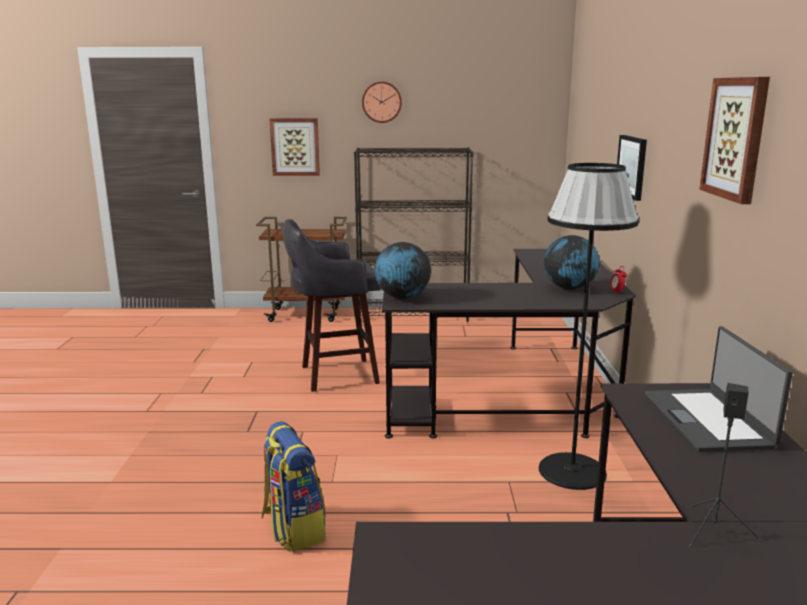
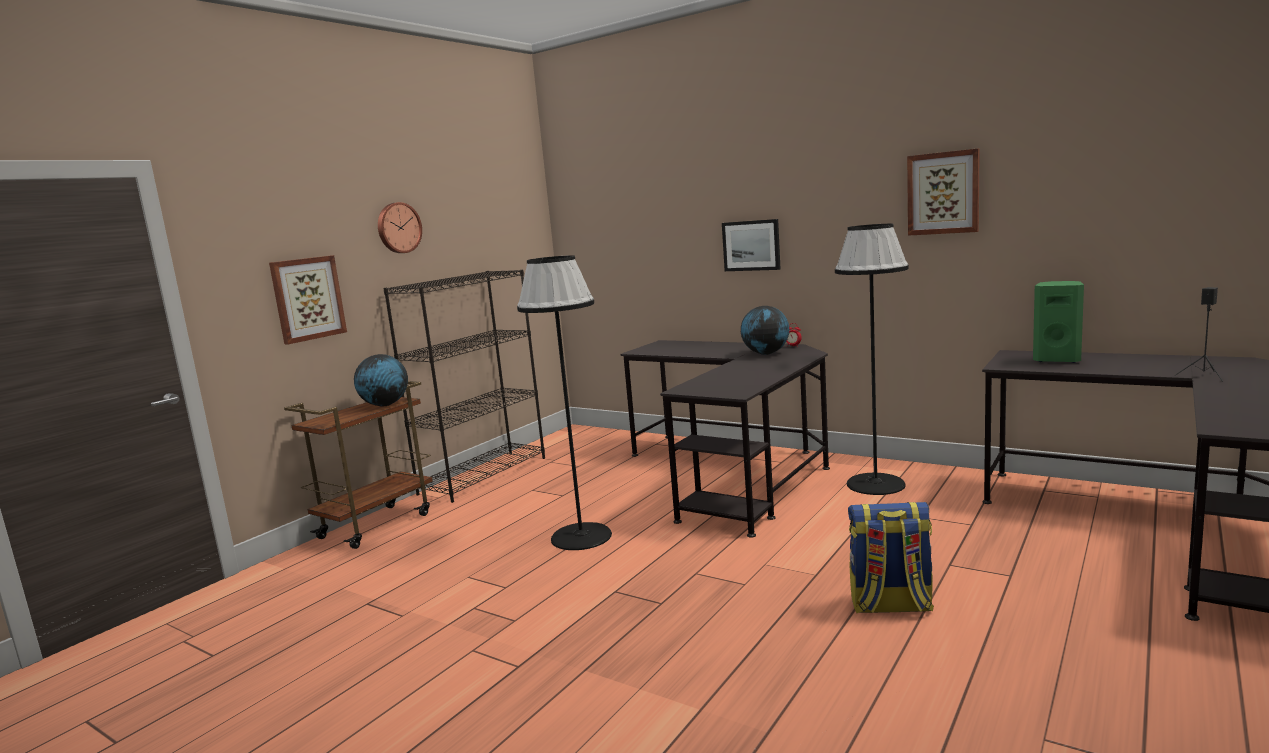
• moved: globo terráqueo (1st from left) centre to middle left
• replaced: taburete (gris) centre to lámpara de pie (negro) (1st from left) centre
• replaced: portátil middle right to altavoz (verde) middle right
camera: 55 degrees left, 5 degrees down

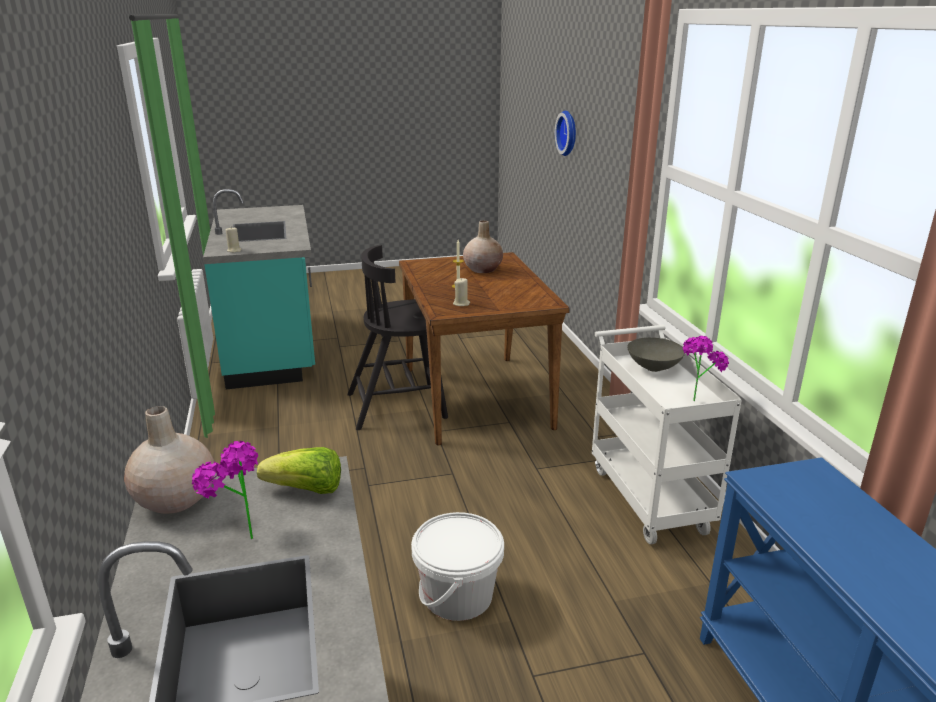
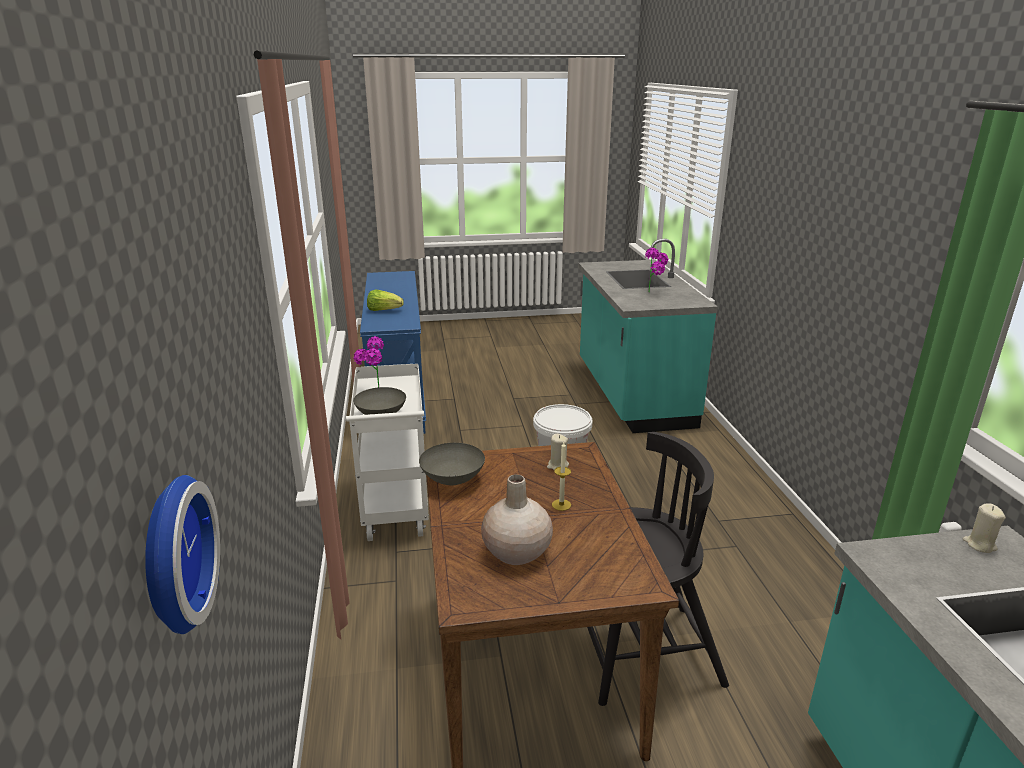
• removed: florero (beis) (1st from left) middle left
• added: cuenco (gris) (2nd from left) centre
• moved: lechuga bottom left to centre
camera: 175 degrees left, 0 degrees up

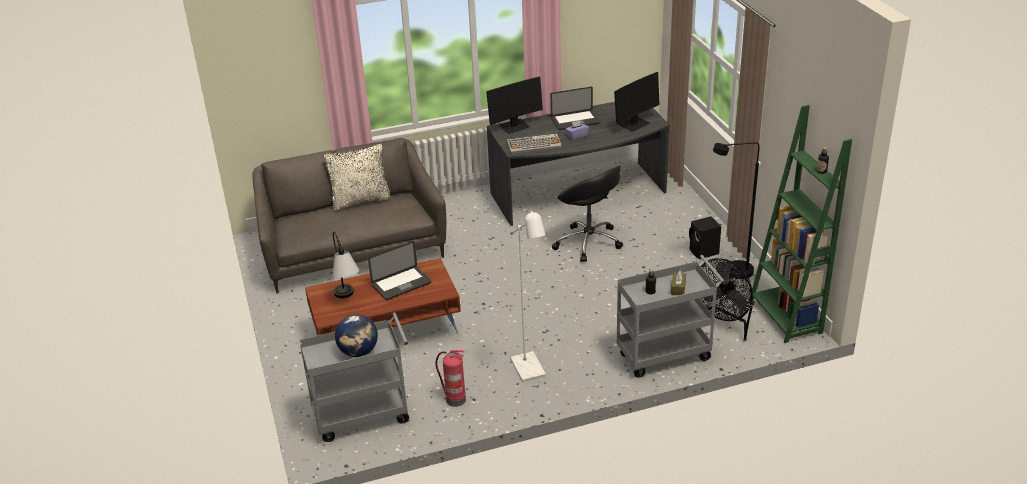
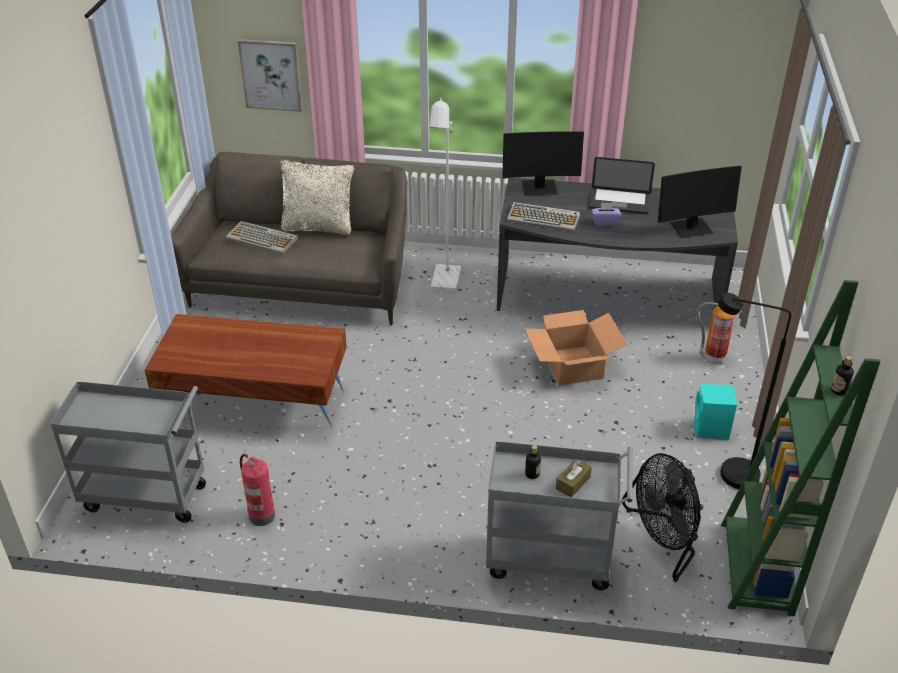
• removed: lámpara de mesa centre
• removed: globo terráqueo bottom centre
• removed: portátil (1st from left) centre
• added: teclado (1st from left) middle left
• added: cuadro top left
• added: extintor (2nd from left) middle right
• moved: lámpara de pie (blanco) centre to top centre
• replaced: silla de oficina (negro) centre to caja de cartón centre
• recoloured: altavoz (negro) middle right to altavoz (turquesa) middle right
camera: 25 degrees right, 5 degrees up

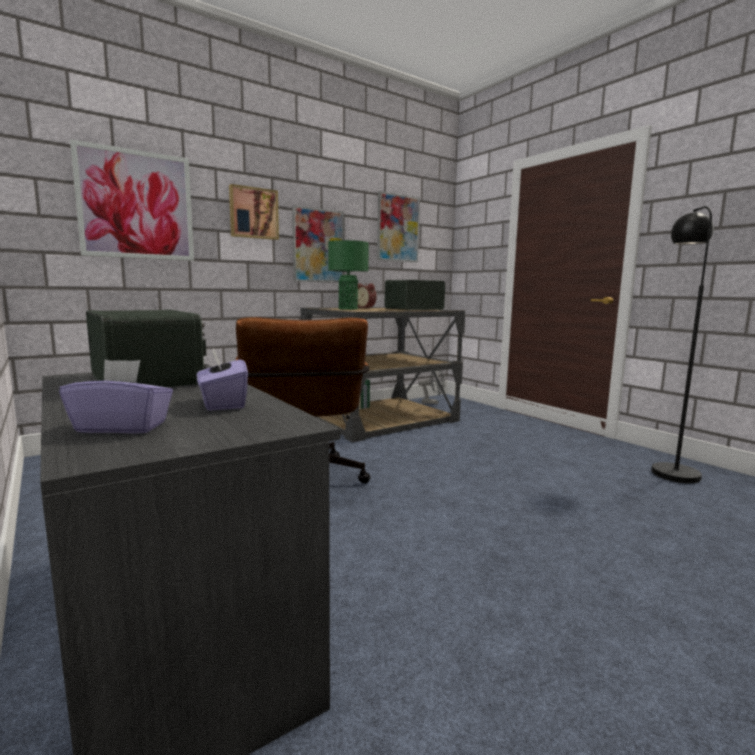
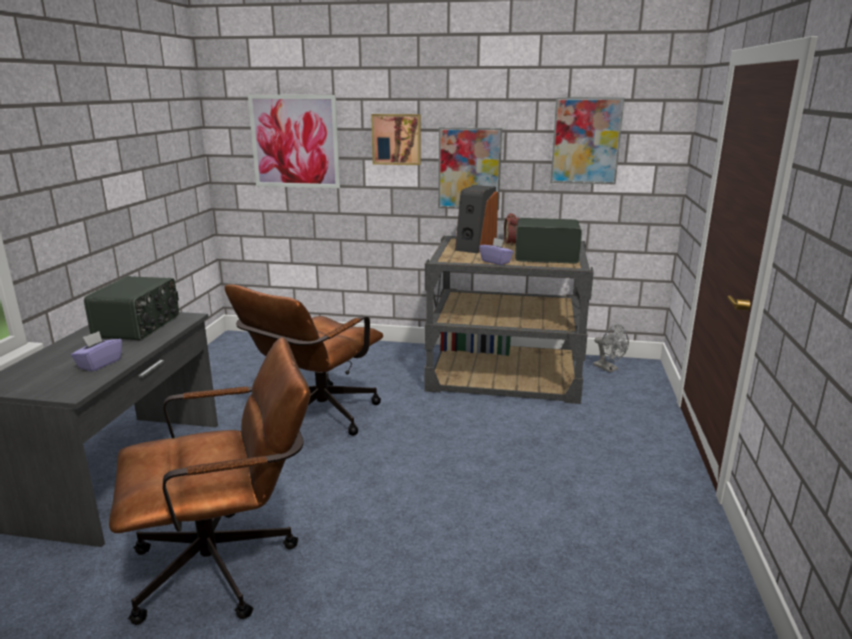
• removed: lámpara de pie (negro) middle right
• added: silla de oficina (marrón) (1st from left) bottom left
• moved: caja de pañuelos (morado) (1st from left in the first image) middle left to caja de pañuelos (morado) (2nd from left) centre
• replaced: lámpara de mesa (verde) centre to altavoz centre
camera: 45 degrees right, 10 degrees up

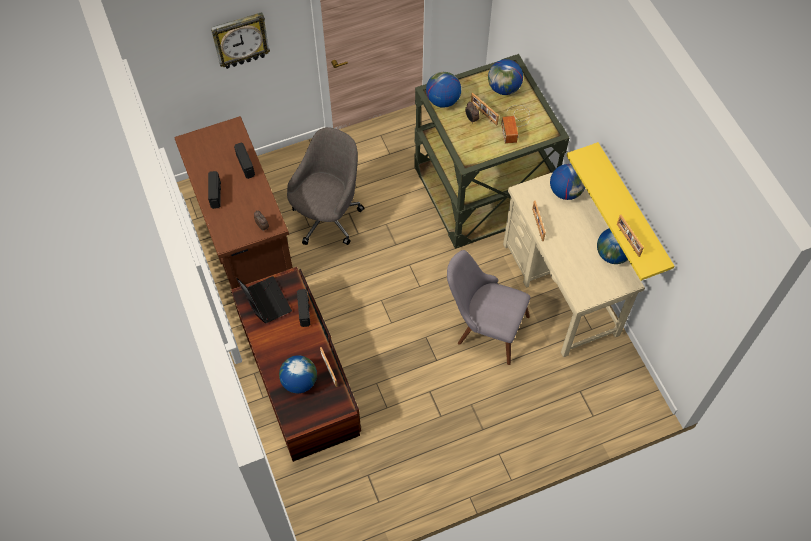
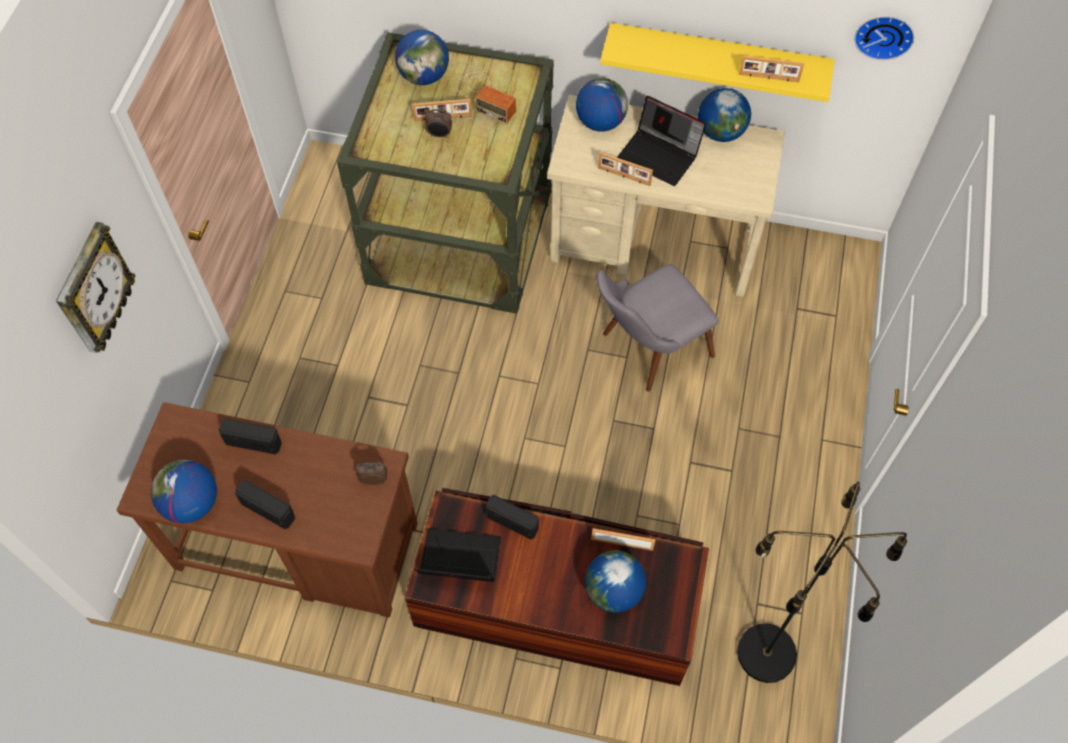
• removed: silla de oficina (gris) centre
• added: portátil (2nd from left) top centre
• added: lámpara de pie bottom right
• added: reloj de pared (2nd from left) top right
• moved: globo terráqueo (2nd from left in the first image) top centre to globo terráqueo (1st from left) middle left
camera: 55 degrees left, 0 degrees up

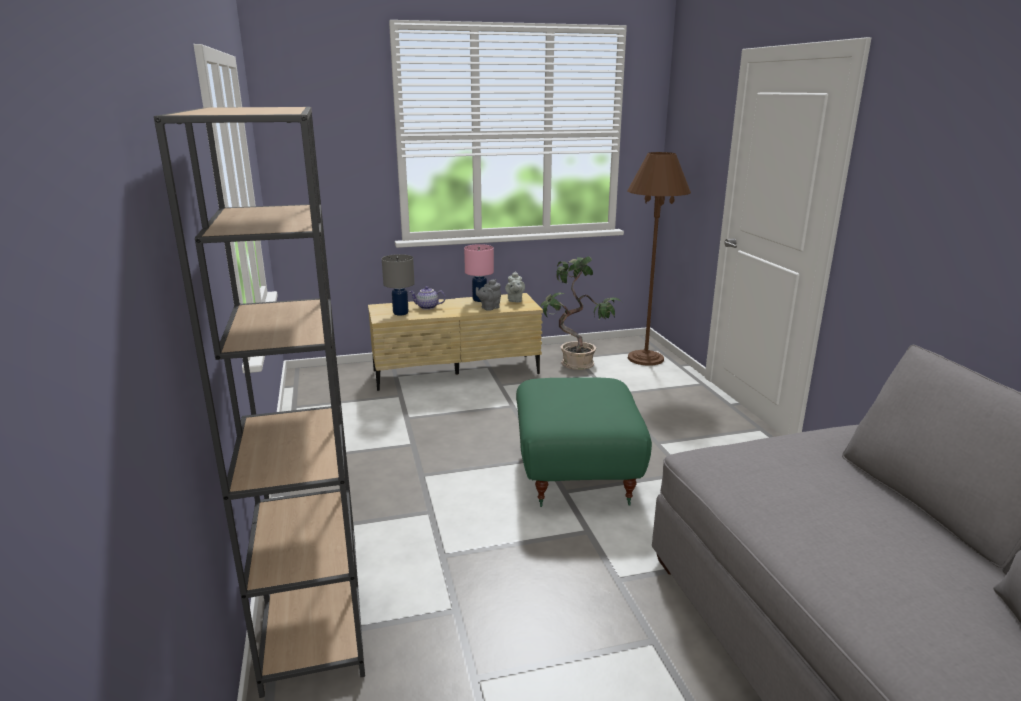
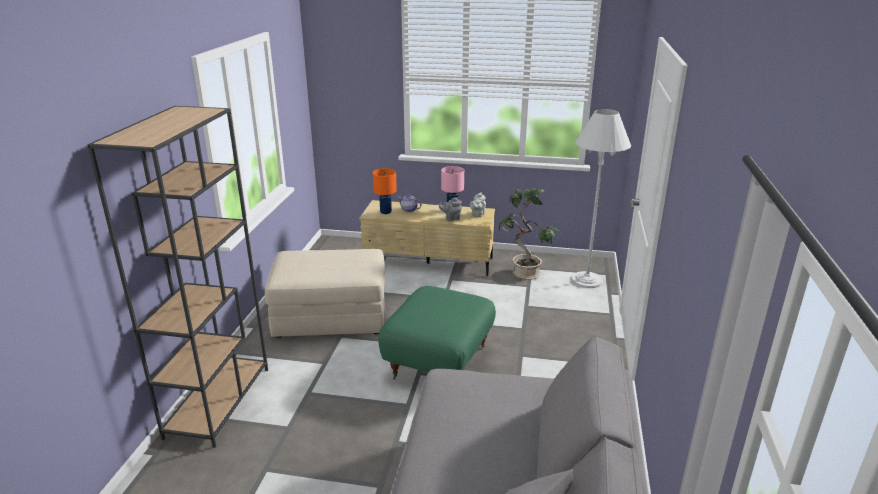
• added: puf (beis) centre
• recoloured: lámpara de mesa (gris) centre to lámpara de mesa (naranja) centre
• recoloured: lámpara de pie (marrón) centre to lámpara de pie (blanco) middle right
camera: 25 degrees right, 5 degrees up

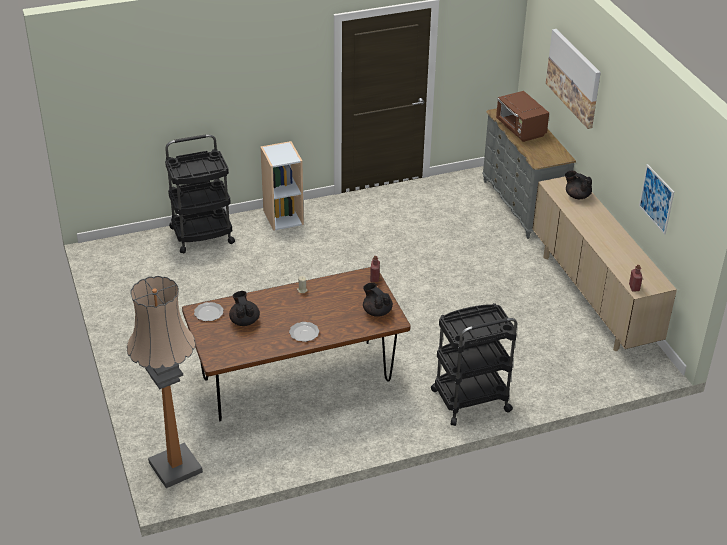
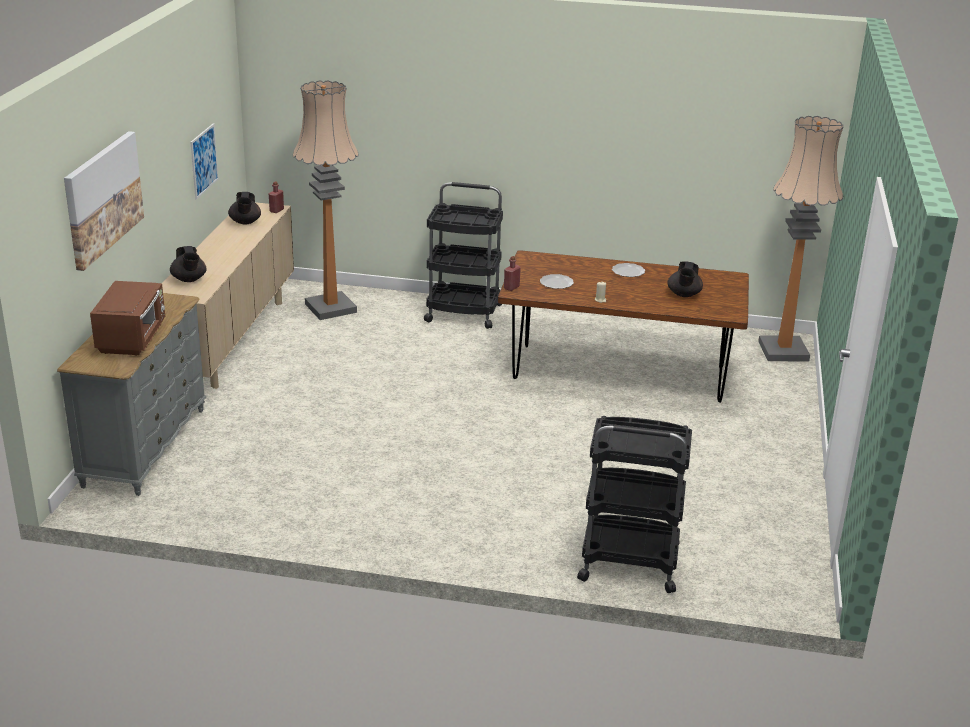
• removed: estantería centre
• added: lámpara de pie (1st from left) top centre
• moved: plato (1st from left) middle left to centre
• moved: tetera (negro) (2nd from left) centre to top left
camera: 150 degrees left, 10 degrees down

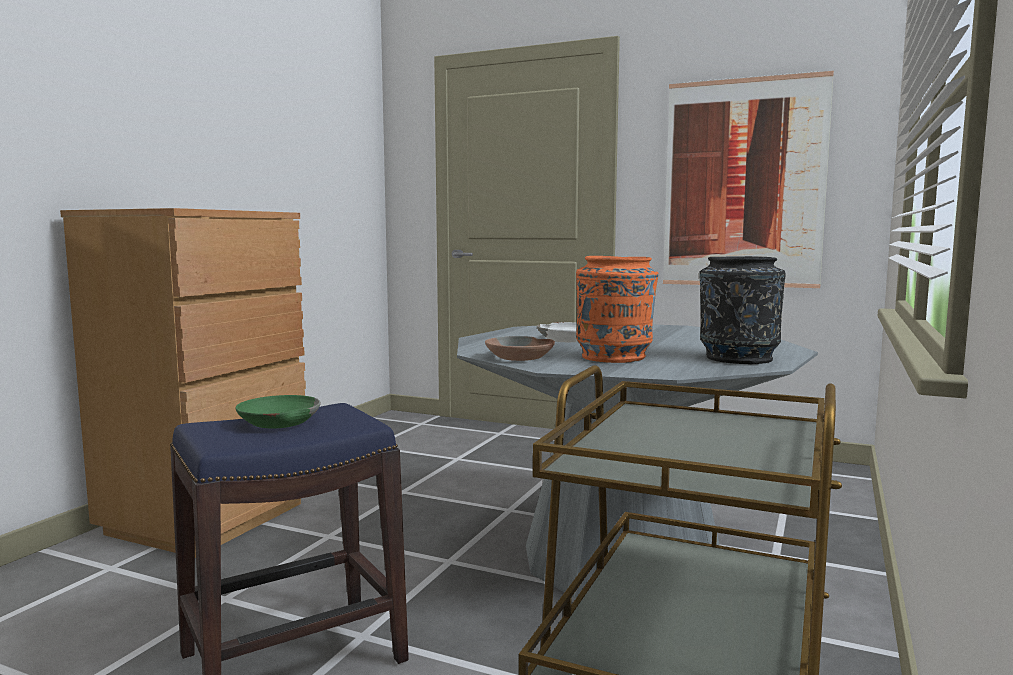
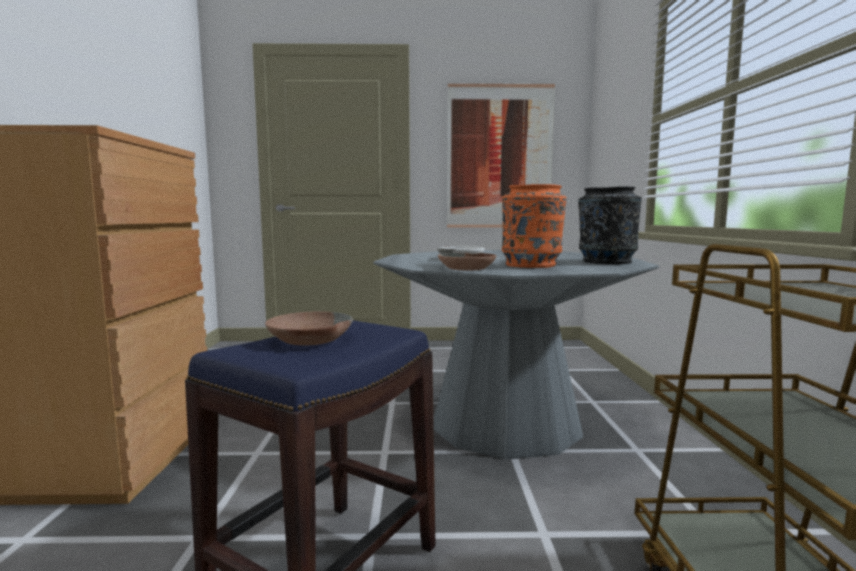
• recoloured: cuenco (verde) middle left to cuenco (marrón) (1st from left) centre
camera: 25 degrees left, 0 degrees up

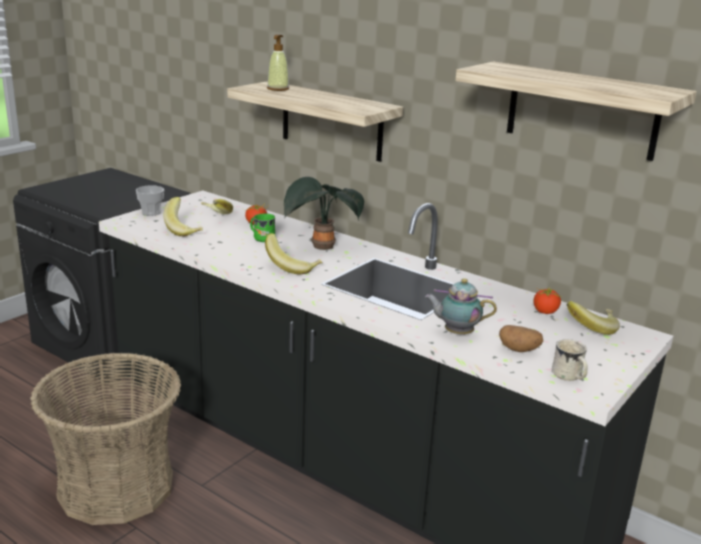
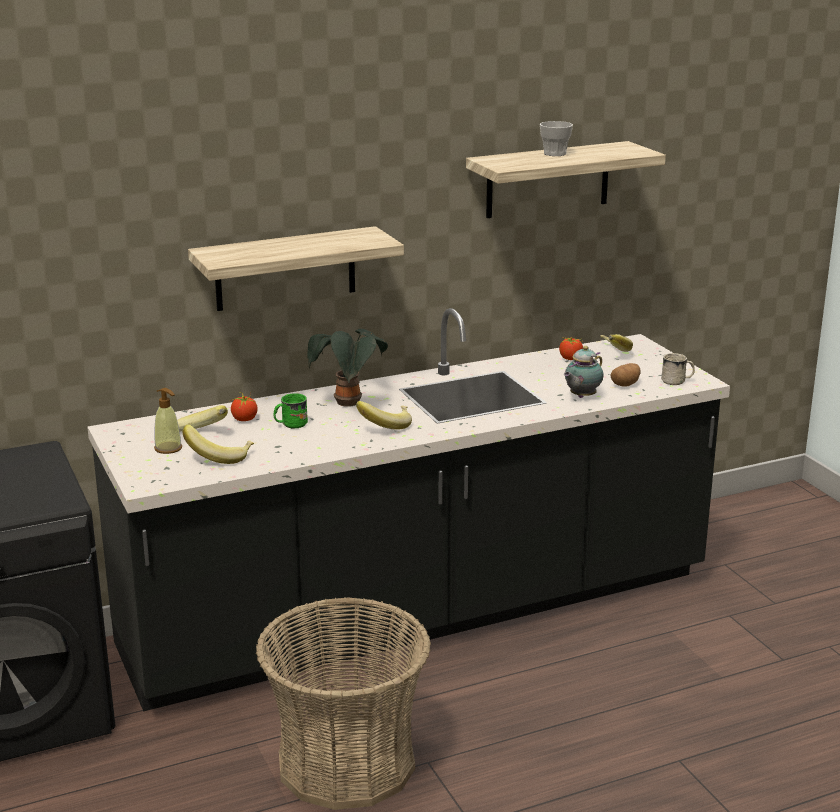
• moved: taza middle left to top centre
• moved: dispensador de jabón top centre to middle left
camera: 60 degrees left, 0 degrees up

